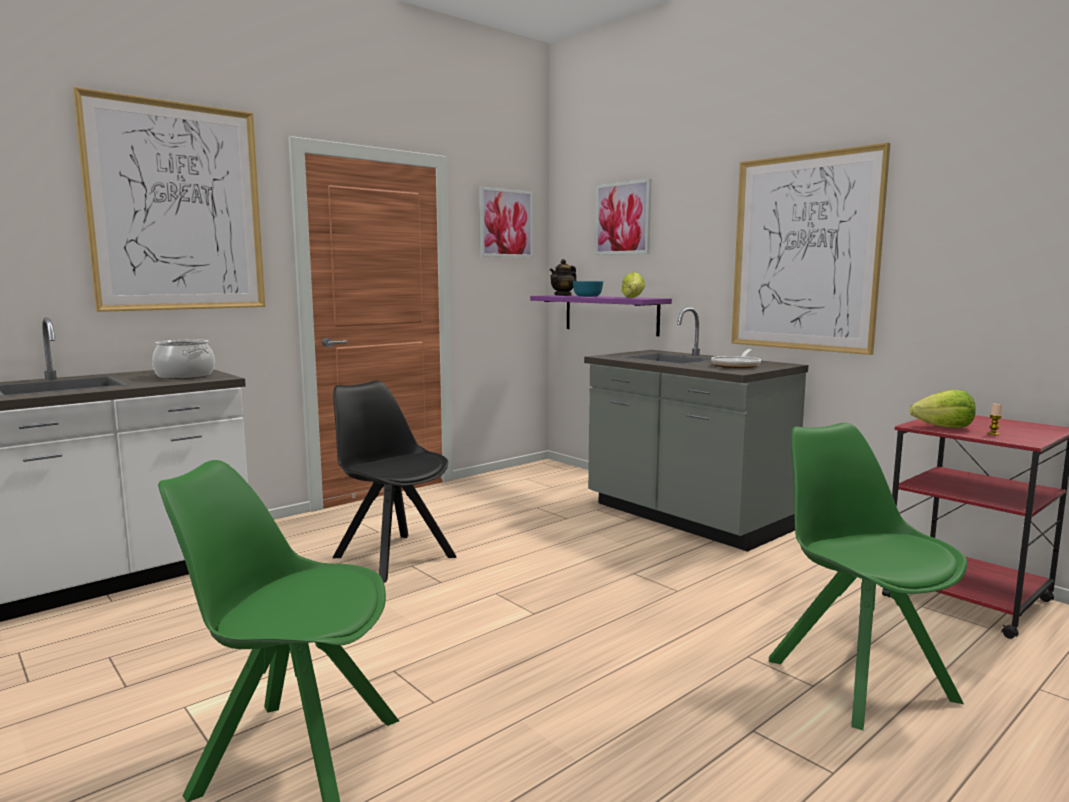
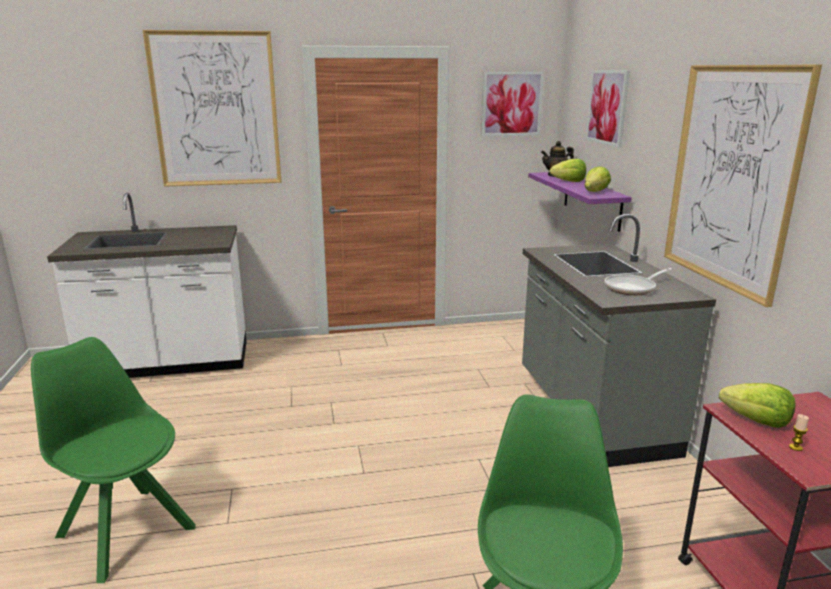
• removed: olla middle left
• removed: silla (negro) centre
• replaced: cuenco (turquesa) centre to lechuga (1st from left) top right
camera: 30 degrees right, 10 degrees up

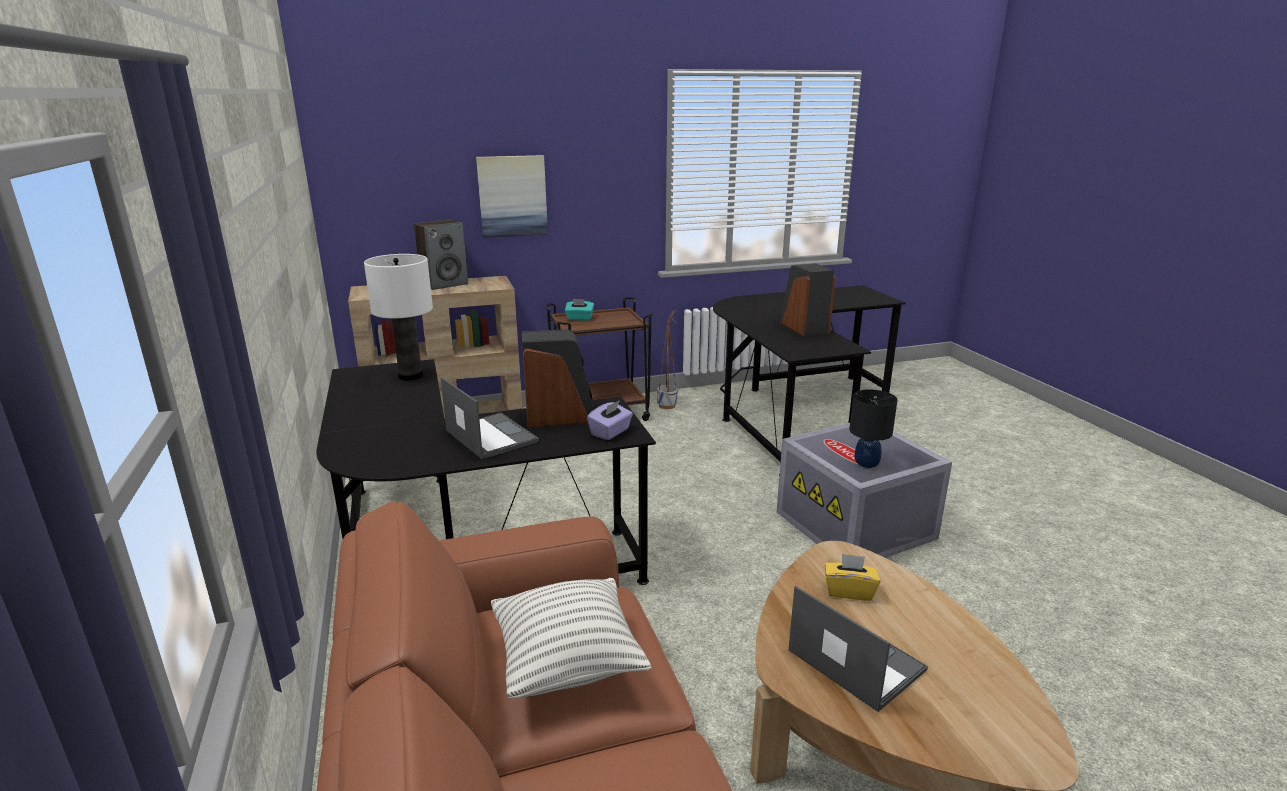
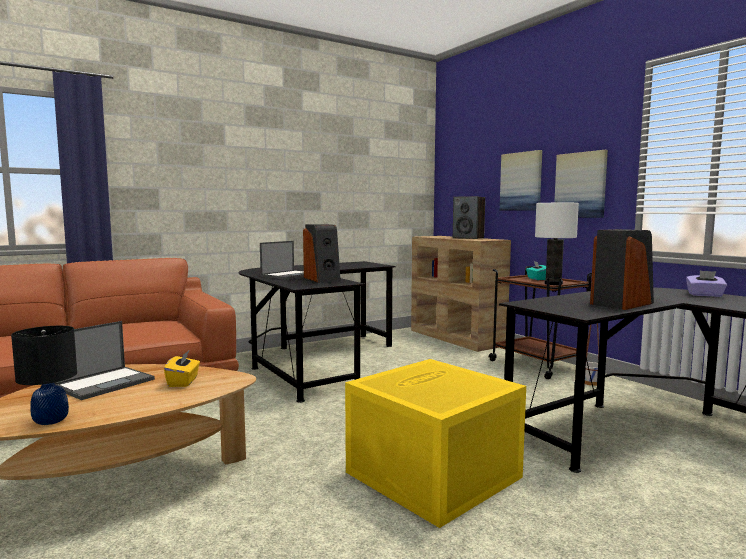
• removed: cojín bottom centre
• added: cuadro (2nd from left) top right
• moved: lámpara de mesa (blanco) middle left to middle right
• moved: caja de pañuelos (morado) centre to middle right
• moved: lámpara de mesa (negro) middle right to bottom left
• recoloured: caja de almacenaje (gris) middle right to caja de almacenaje (amarillo) bottom centre
camera: 75 degrees right, 15 degrees down

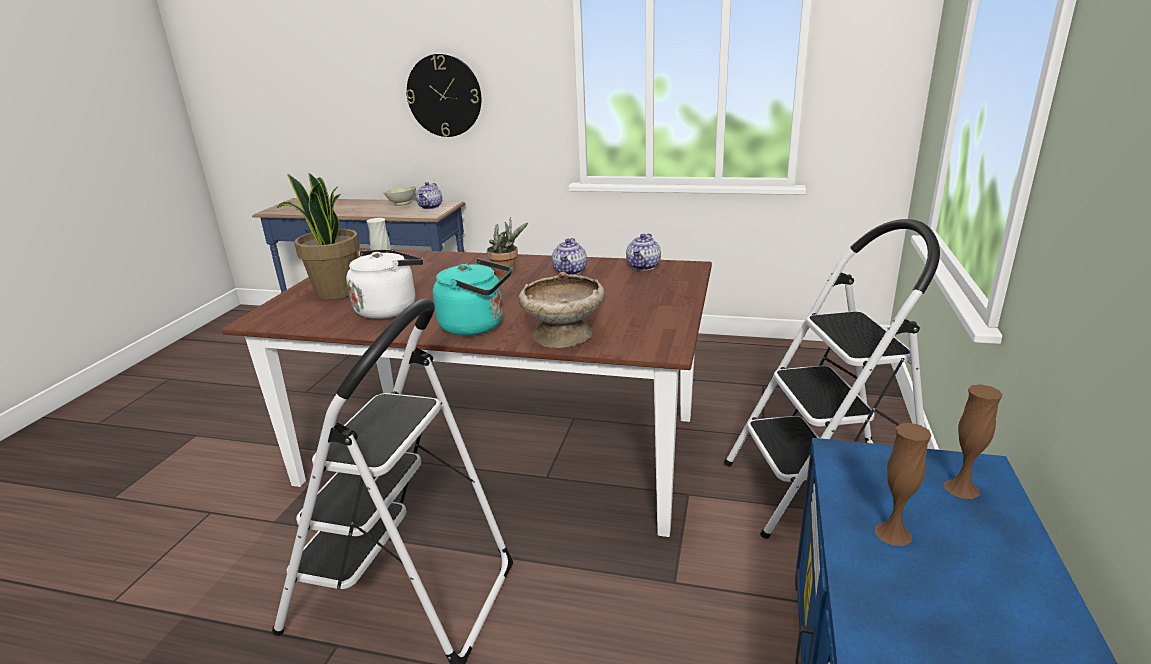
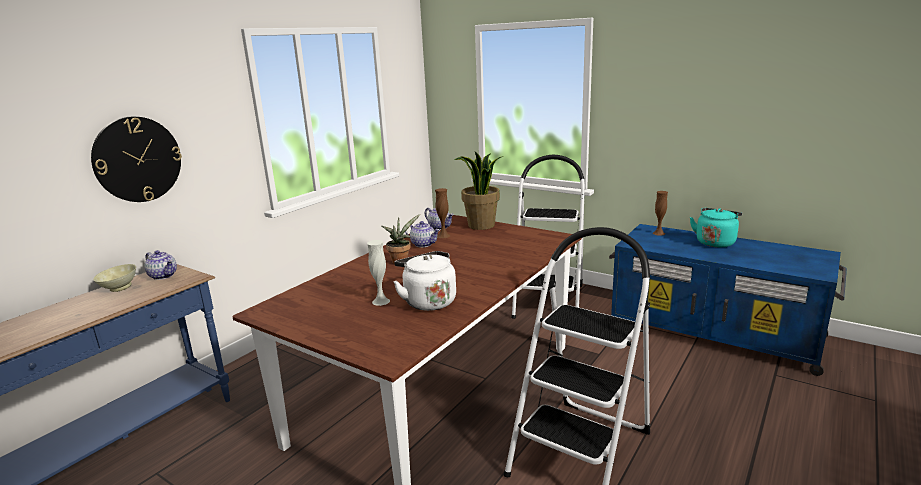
• removed: cuenco (beis) (2nd from left) centre
• moved: planta en maceta (1st from left in the first image) middle left to planta en maceta (2nd from left) centre
• moved: hervidor (turquesa) centre to middle right
• moved: florero (marrón) (1st from left) bottom right to centre
camera: 70 degrees left, 5 degrees down

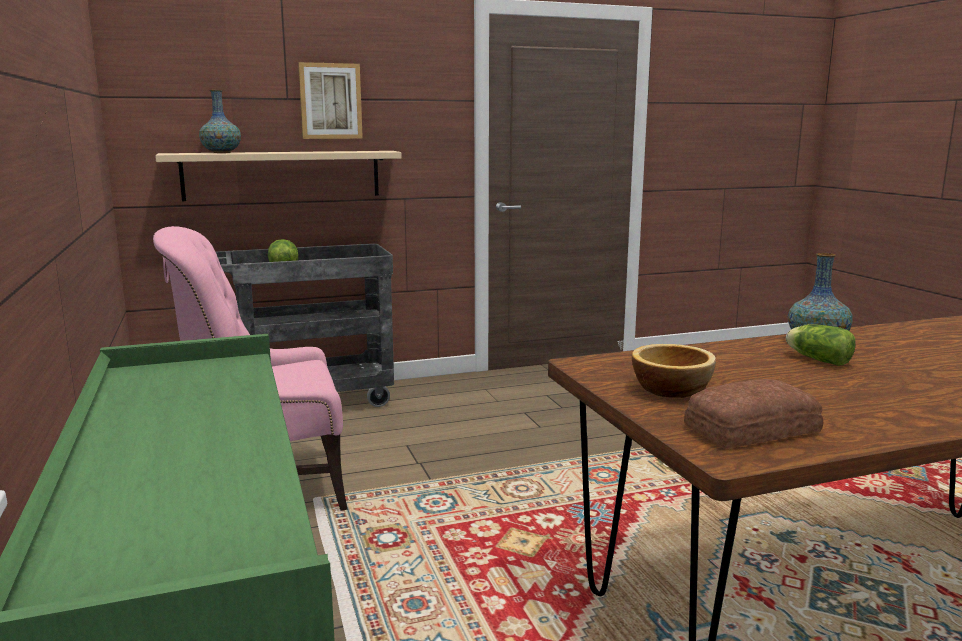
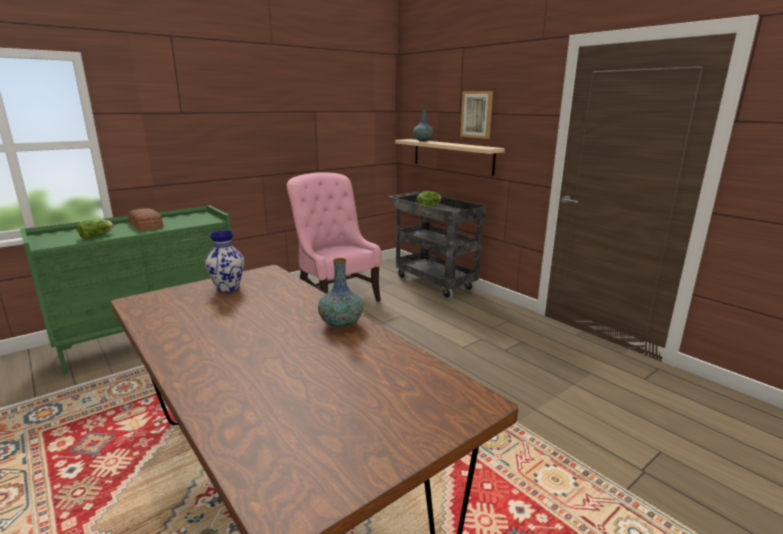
• moved: pan middle right to middle left
• moved: lechuga (2nd from left in the first image) middle right to lechuga (1st from left) middle left
• replaced: cuenco middle right to florero (1st from left) middle left
camera: 70 degrees right, 5 degrees up

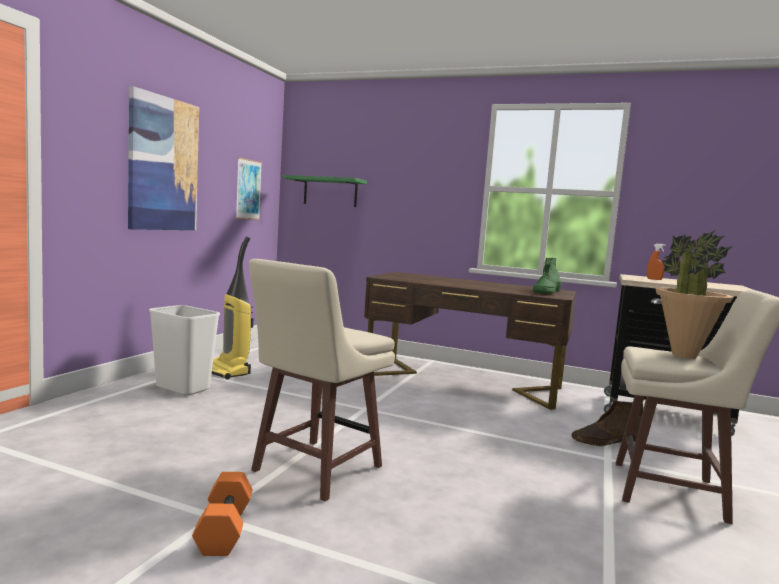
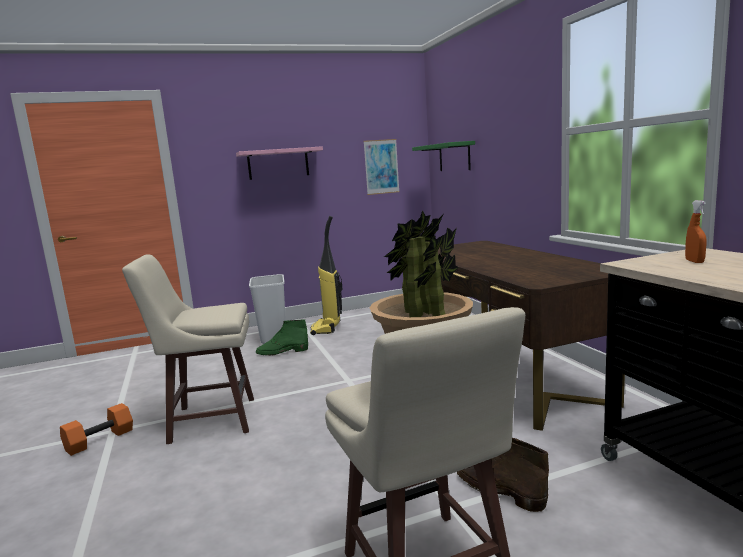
• moved: bota (verde) middle right to centre
• replaced: cuadro (1st from left) top left to estante (rosa) top centre
camera: 50 degrees right, 5 degrees up

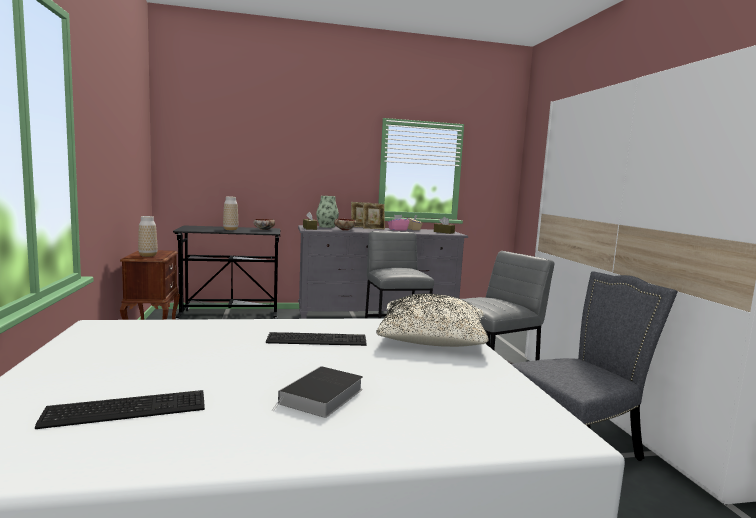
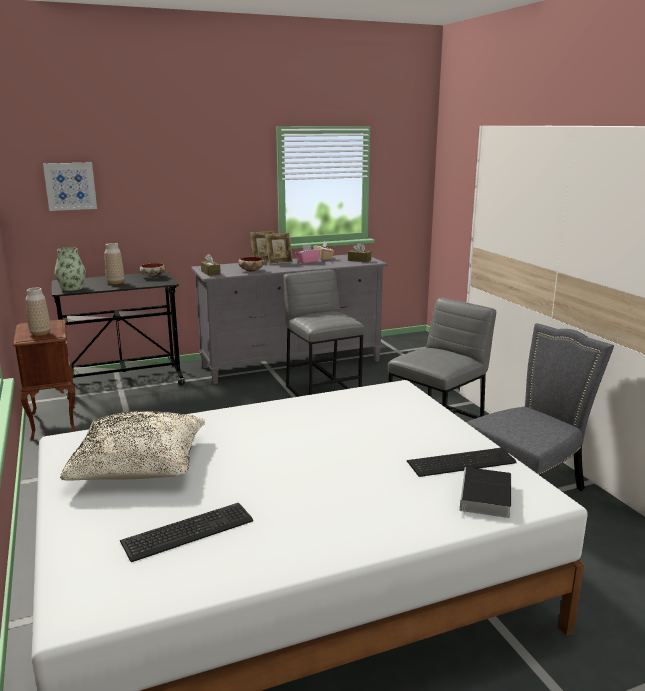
• added: cuadro top left
• moved: teclado (2nd from left) centre to bottom right
• moved: libro bottom centre to bottom right
• moved: florero (3rd from left in the first image) centre to florero (2nd from left) middle left
• moved: cojín (beis) centre to middle left
camera: 10 degrees left, 10 degrees up

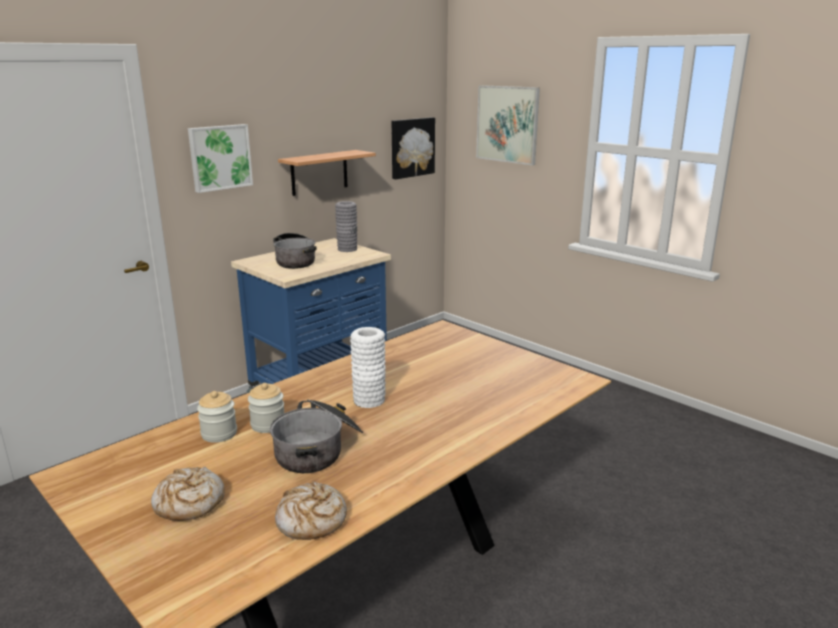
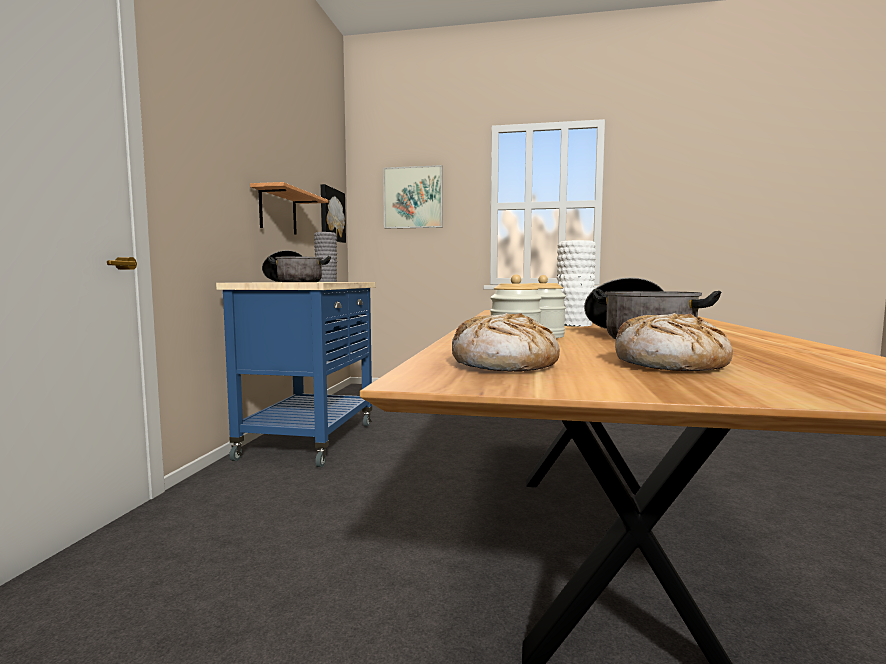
• removed: cuadro (1st from left) top left
• moved: pan (2nd from left in the first image) bottom centre to pan (1st from left) centre
camera: 35 degrees left, 15 degrees down

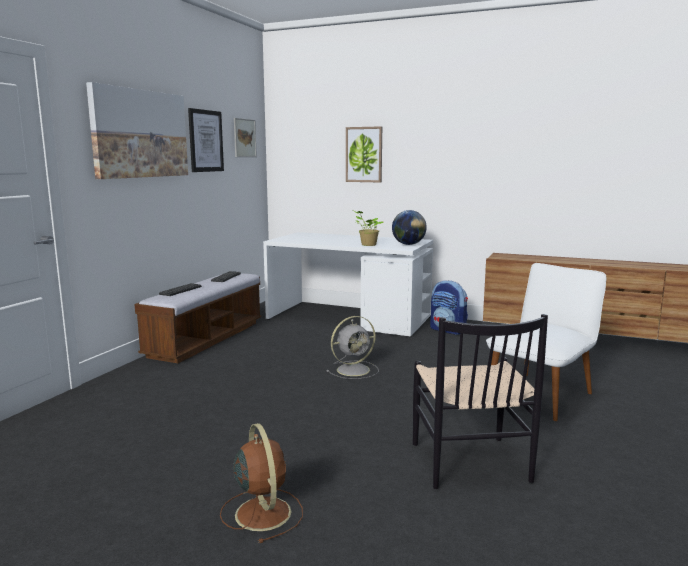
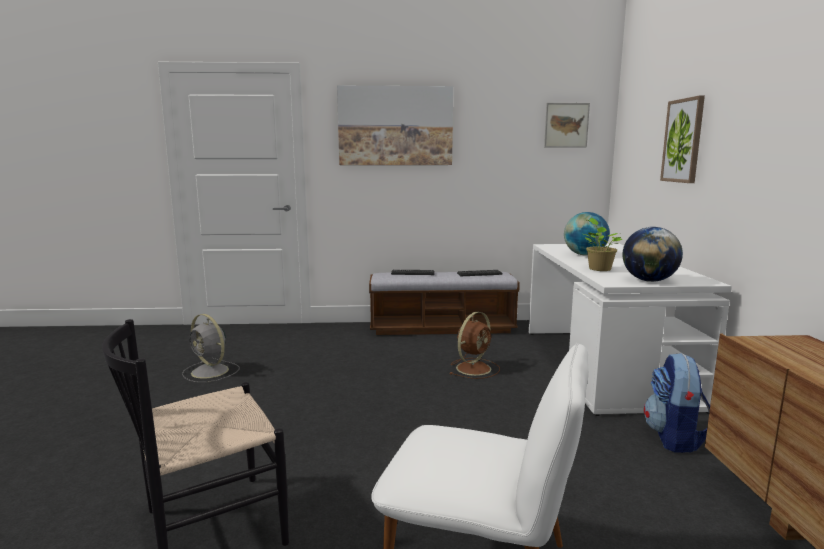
• removed: cuadro (2nd from left) top left
• added: globo terráqueo (1st from left) middle right
• moved: ventilador (marrón) bottom centre to centre
• moved: ventilador (gris) centre to middle left
camera: 65 degrees right, 0 degrees up

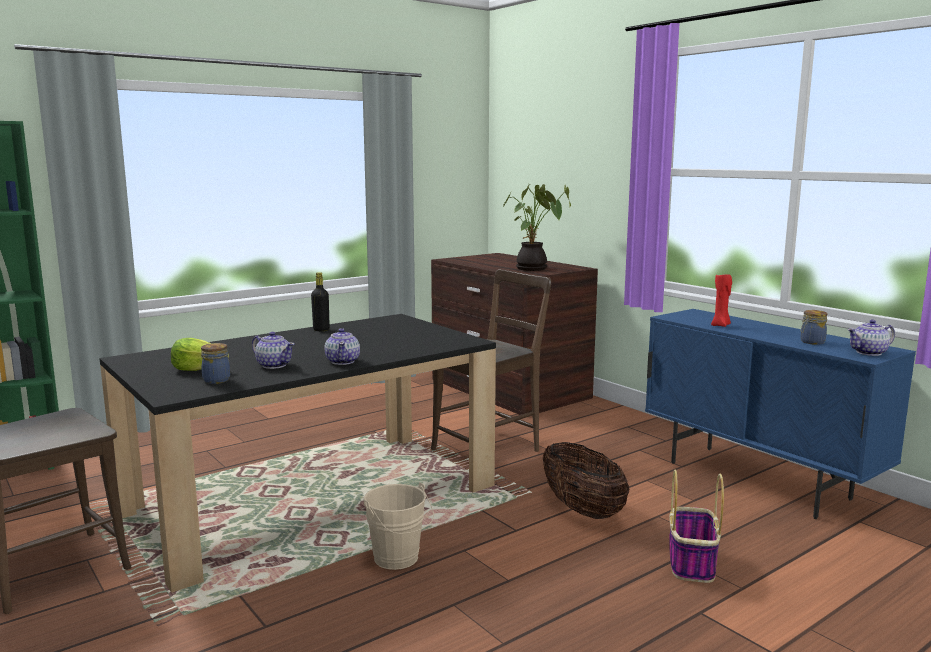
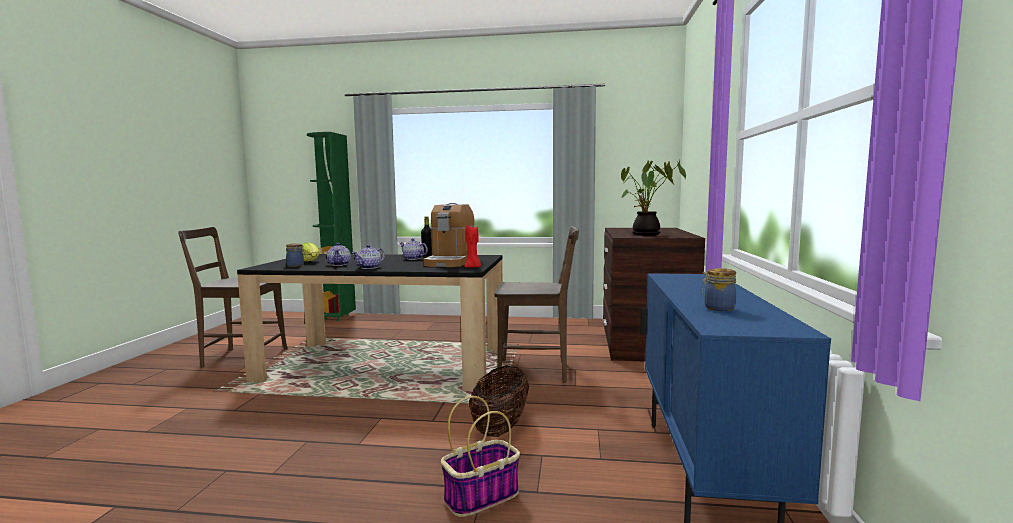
• removed: cubo (beis) bottom centre
• added: cafetera centre
• moved: vela (rojo) middle right to centre
• moved: tetera (3rd from left) middle right to centre
camera: 45 degrees right, 5 degrees down

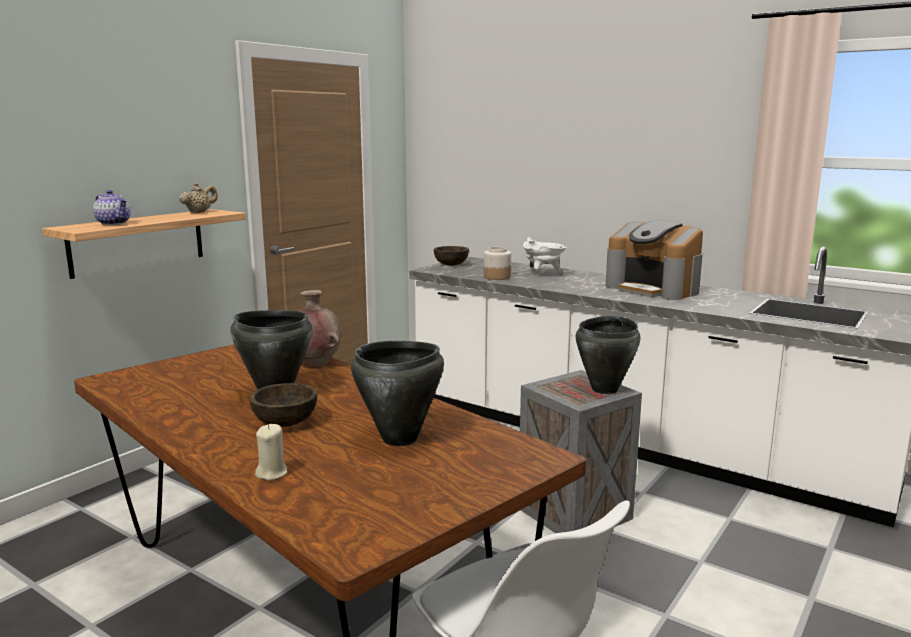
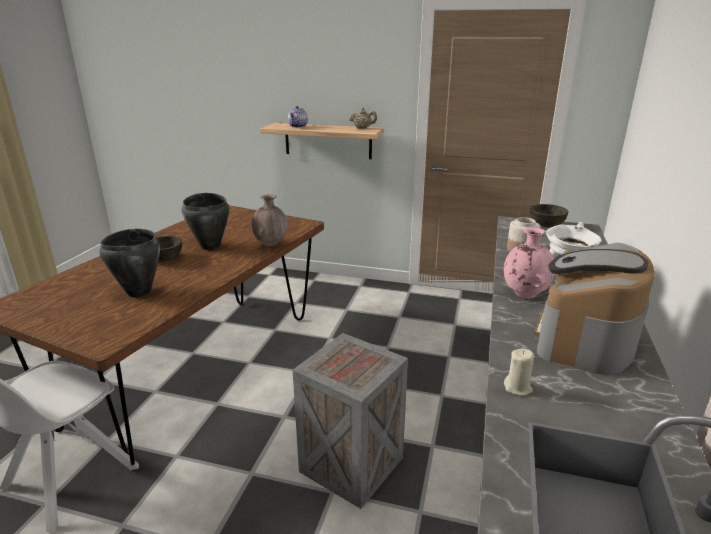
• removed: olla (negro) (3rd from left) middle right
• added: florero (rosa) middle right
• moved: vela (beis) bottom left to bottom right
camera: 70 degrees right, 10 degrees up

